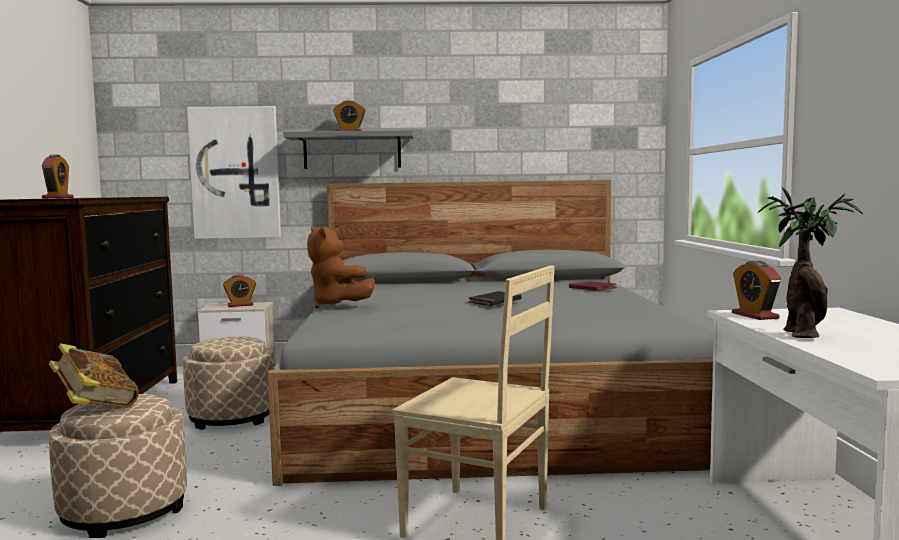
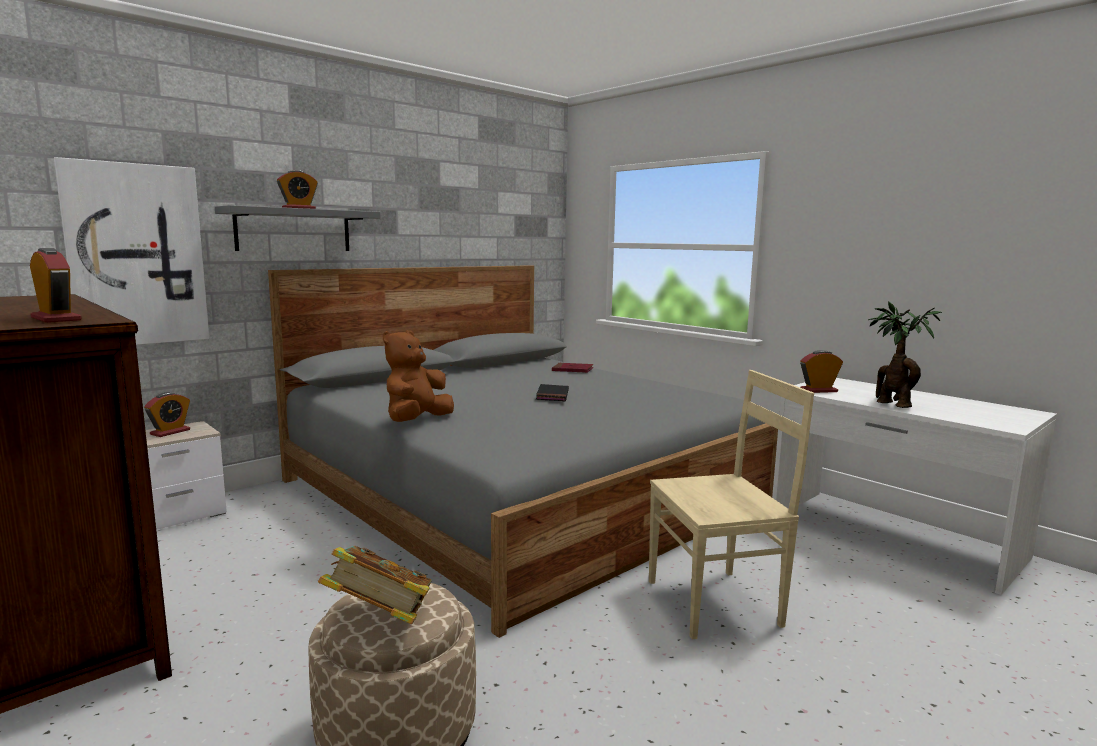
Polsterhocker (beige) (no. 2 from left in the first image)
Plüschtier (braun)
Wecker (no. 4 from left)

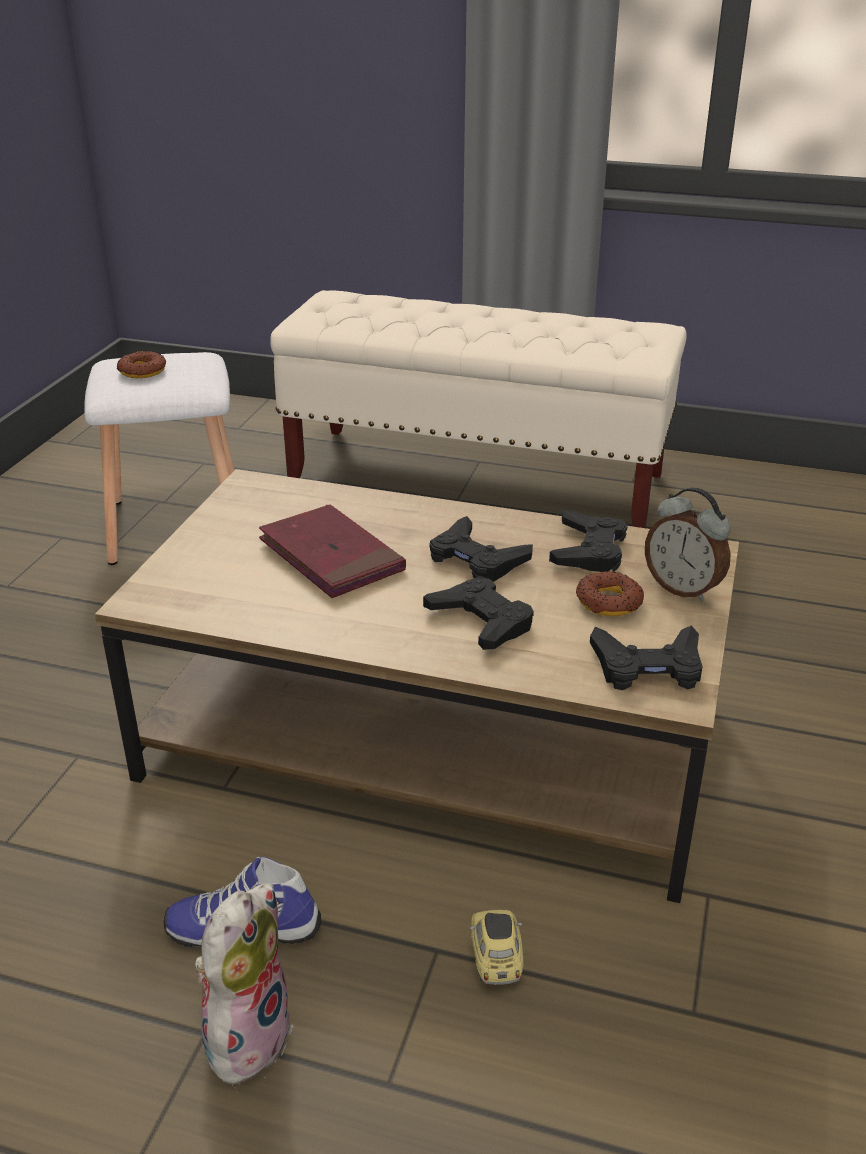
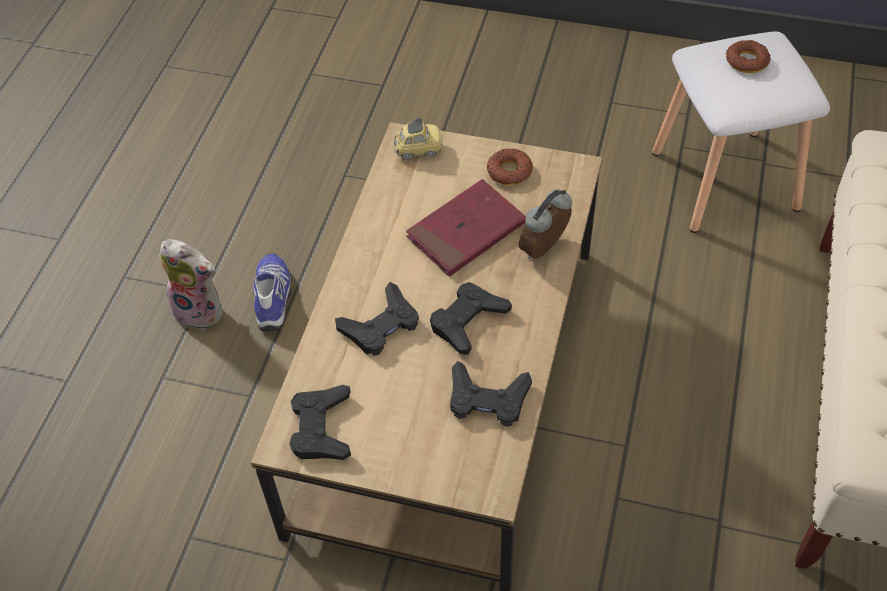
Spielzeugauto
Donut (no. 1 from left)
Wecker

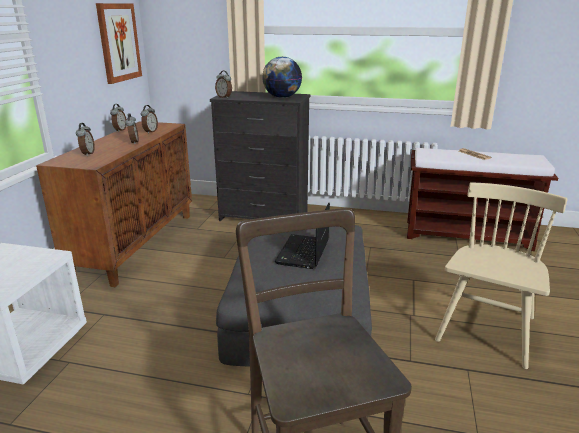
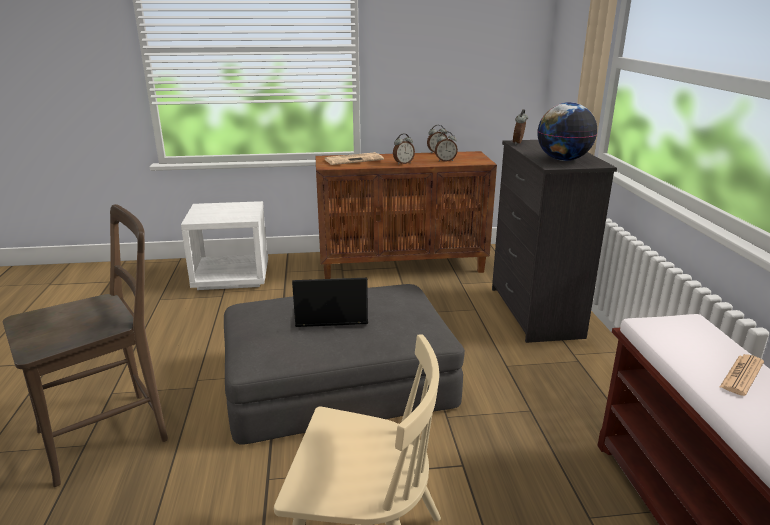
Bild
Zeitung (no. 1 from left)

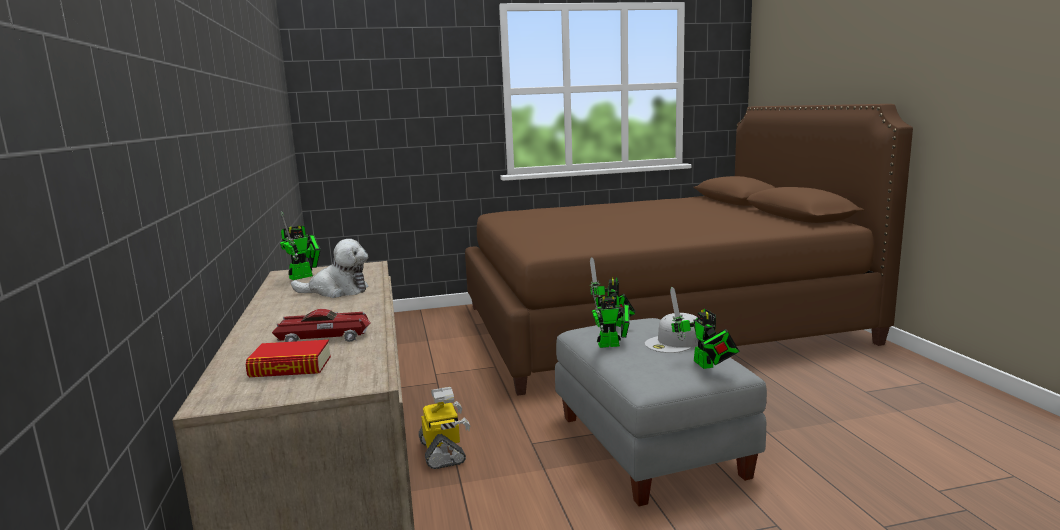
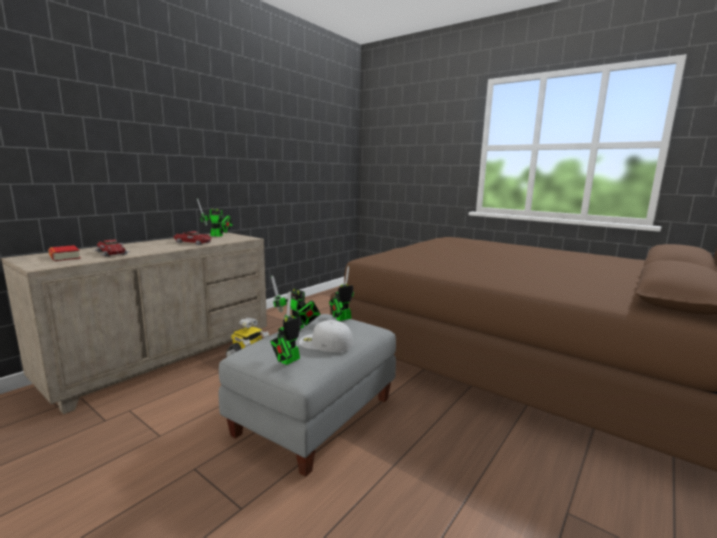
Spielzeugauto (no. 2 from left)

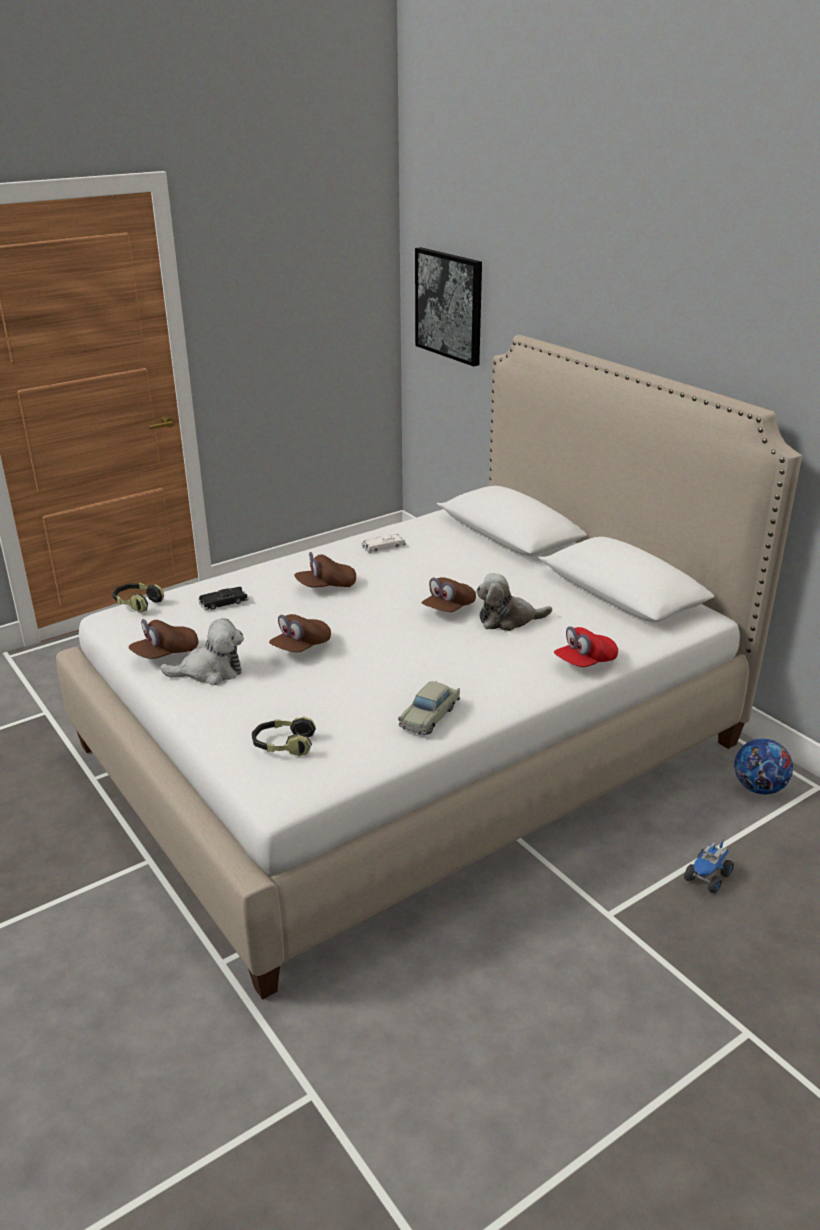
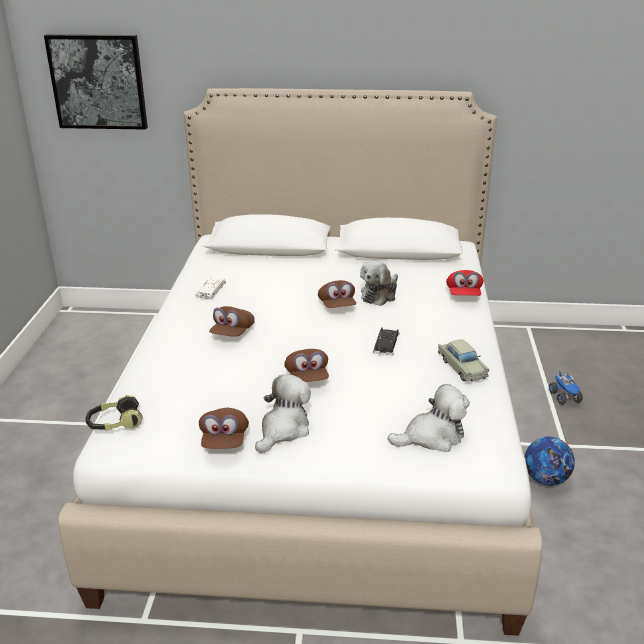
Spielzeugauto (schwarz)
Fußball
Plüschtier (no. 3 from left)

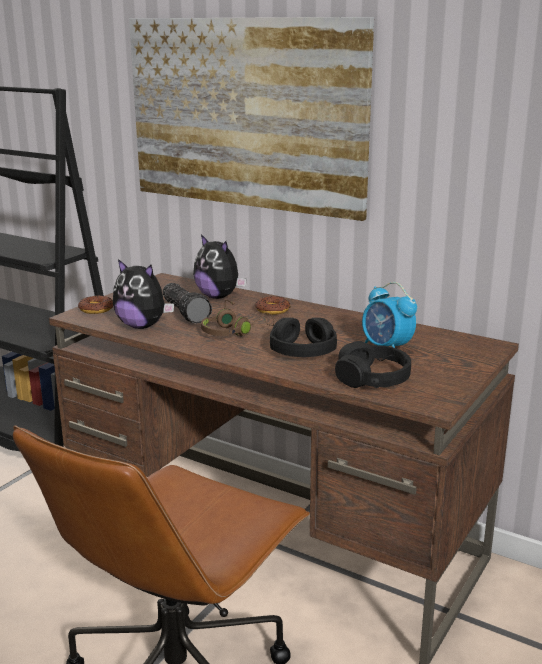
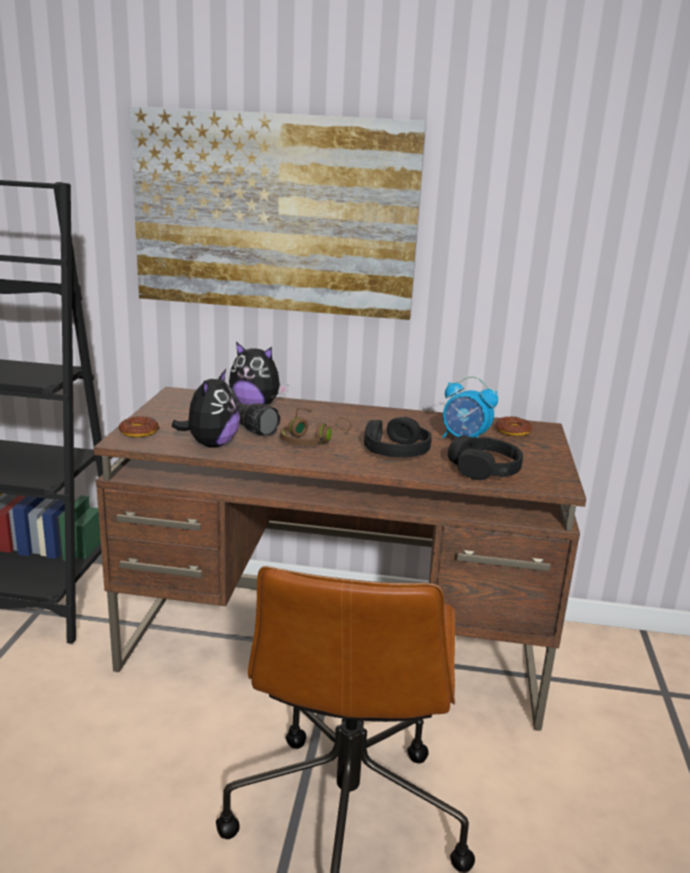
Donut (no. 2 from left)
Plüschtier (no. 1 from left)

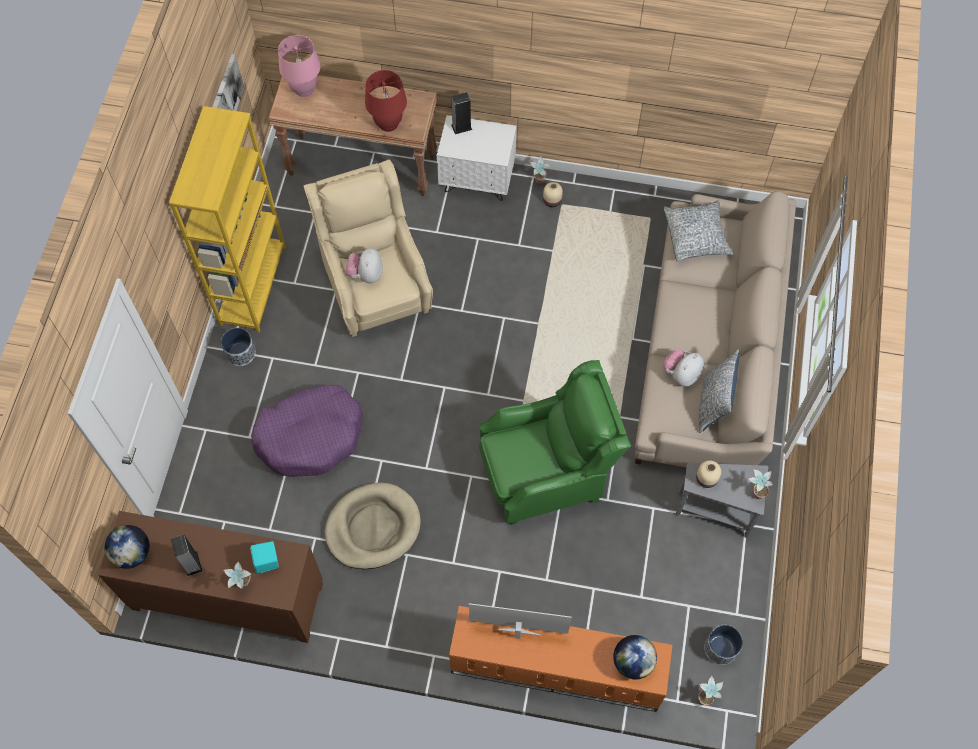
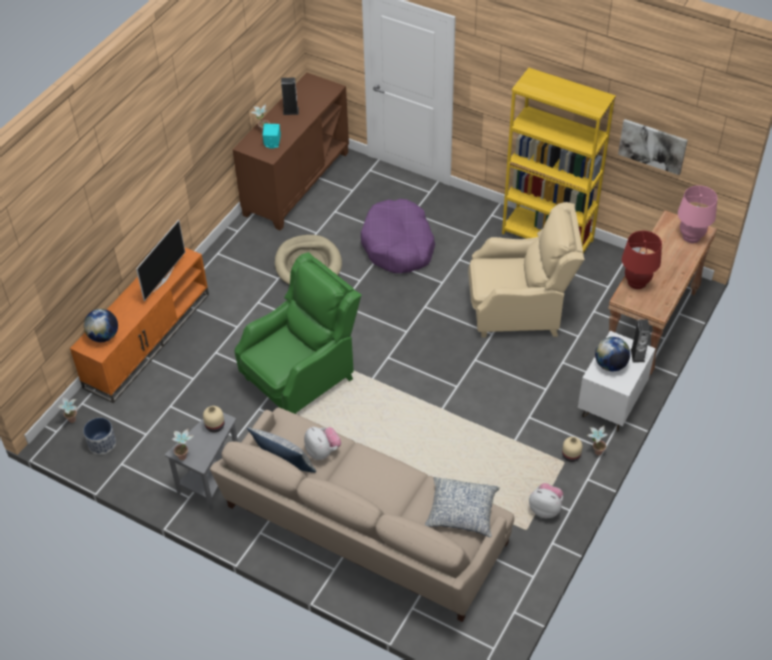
Pflanzkübel (no. 1 from left in the first image)
Globus (no. 2 from left)
Plüschtier (no. 2 from left)
Sessel (grün)

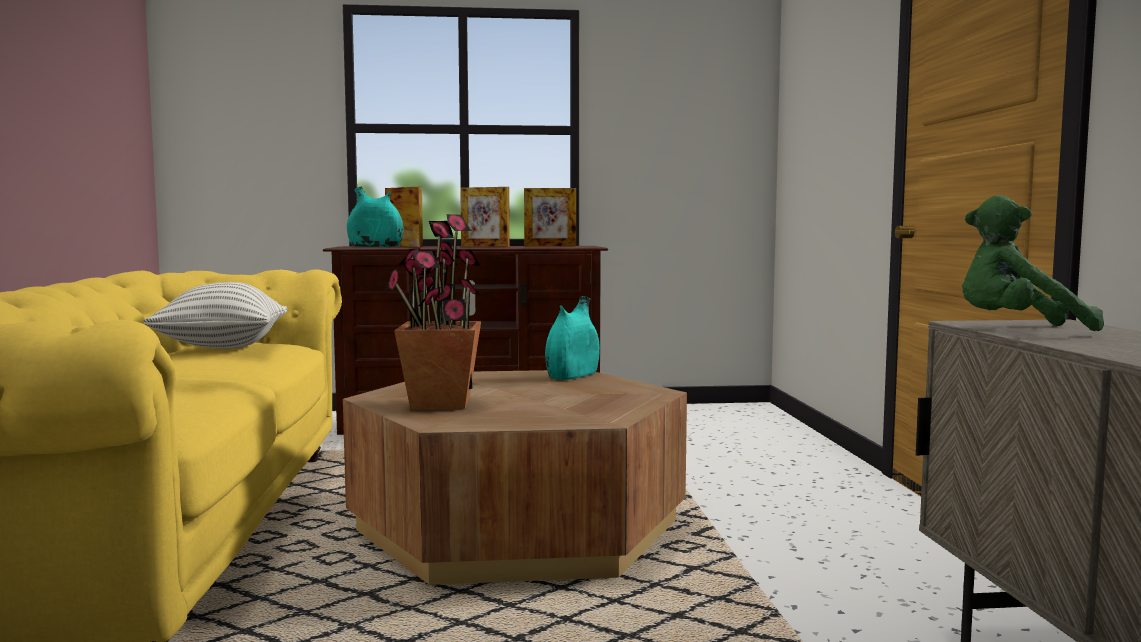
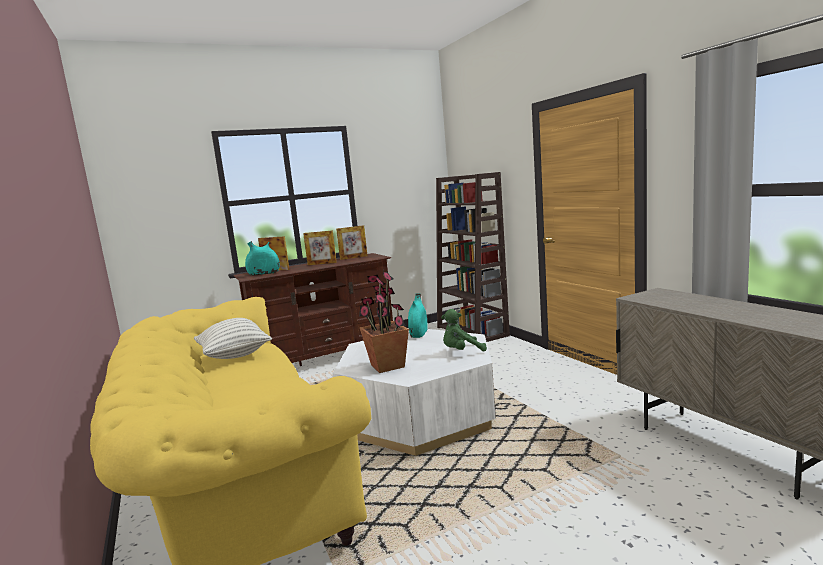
Bücherregal (braun)
Plüschtier (grün)
Couchtisch (weiß)

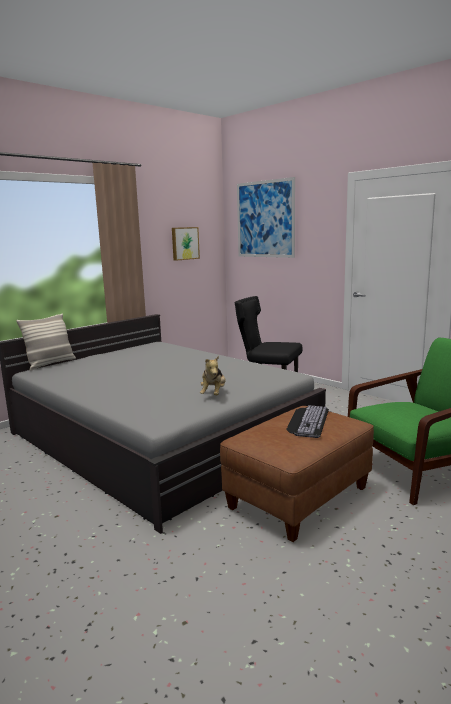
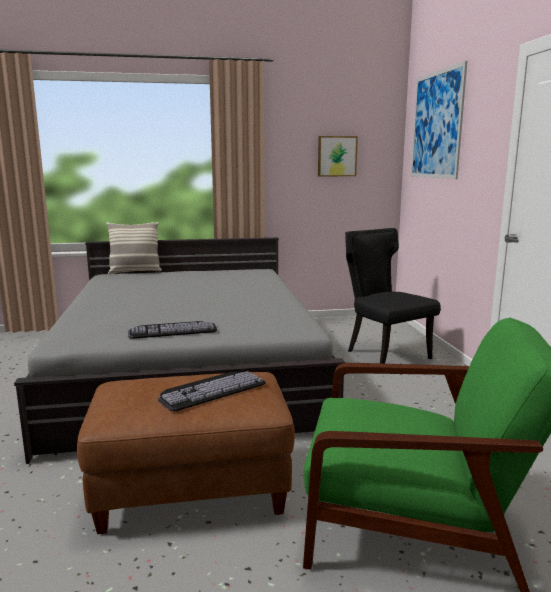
Tastatur (no. 1 from left)

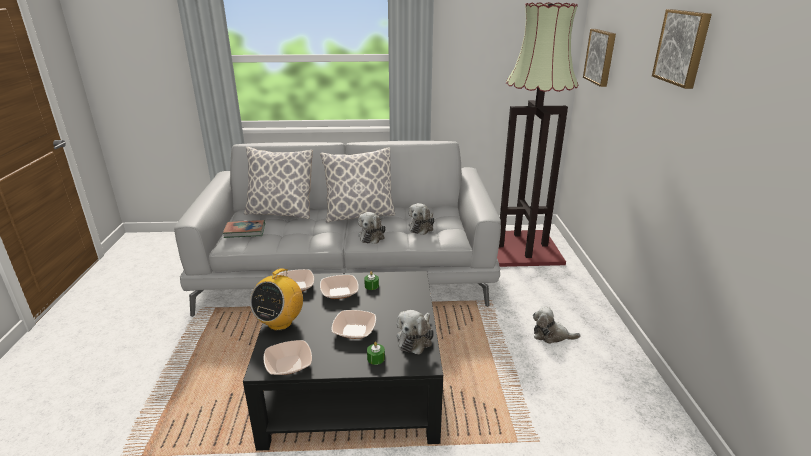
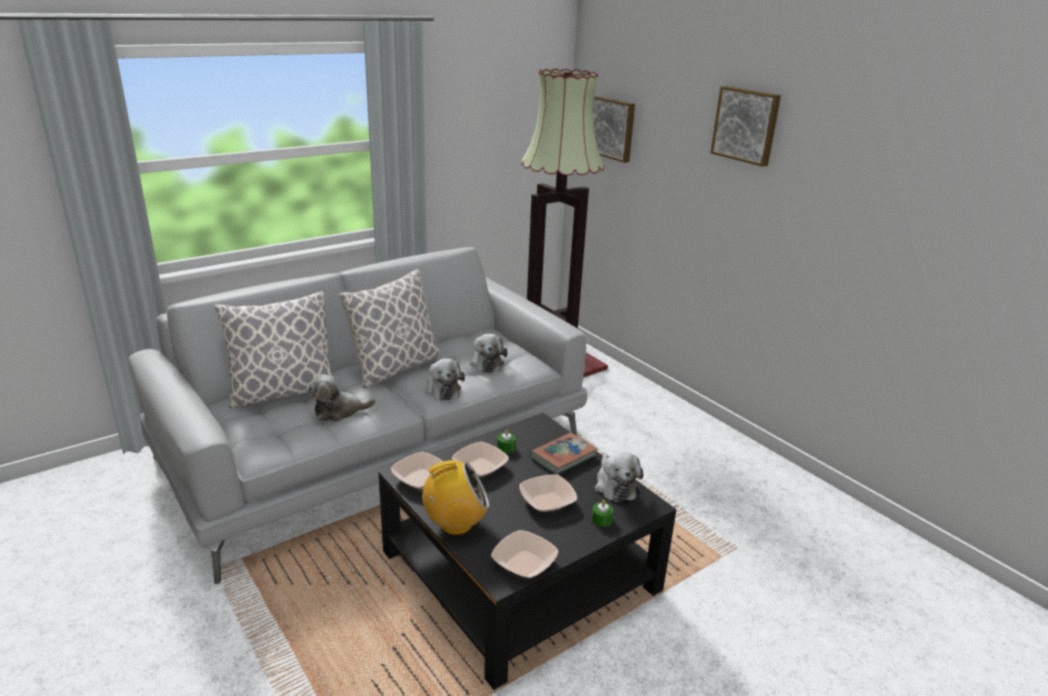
Buch
Plüschtier (no. 1 from left)
Radio

